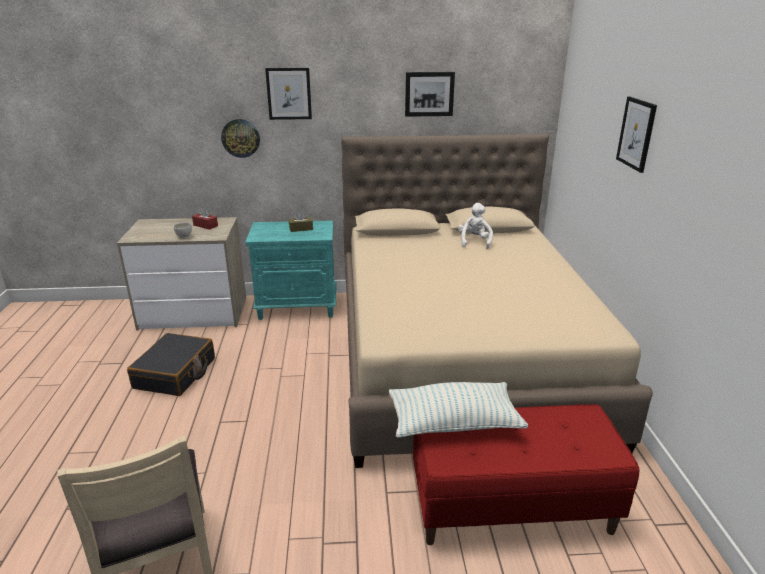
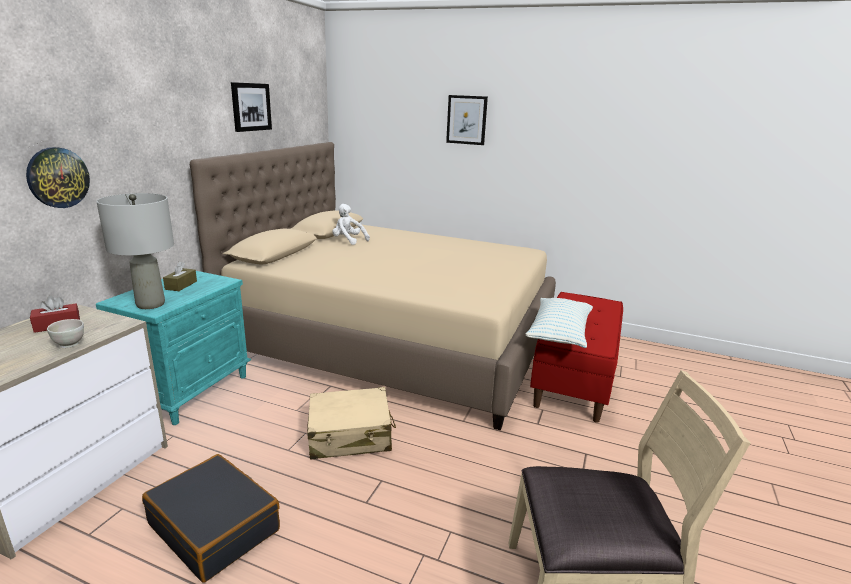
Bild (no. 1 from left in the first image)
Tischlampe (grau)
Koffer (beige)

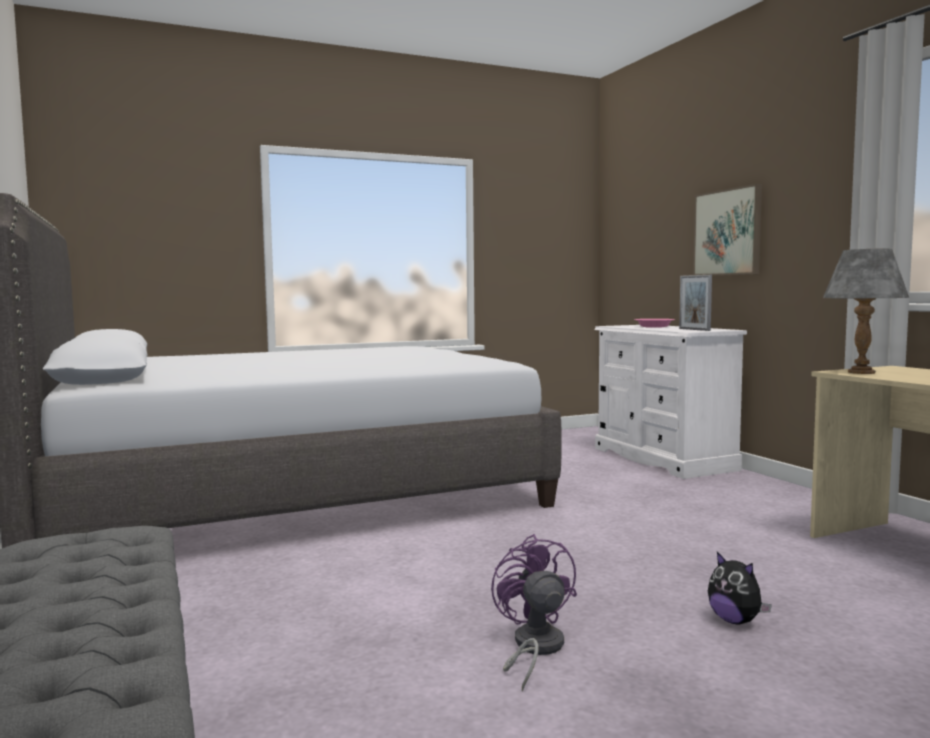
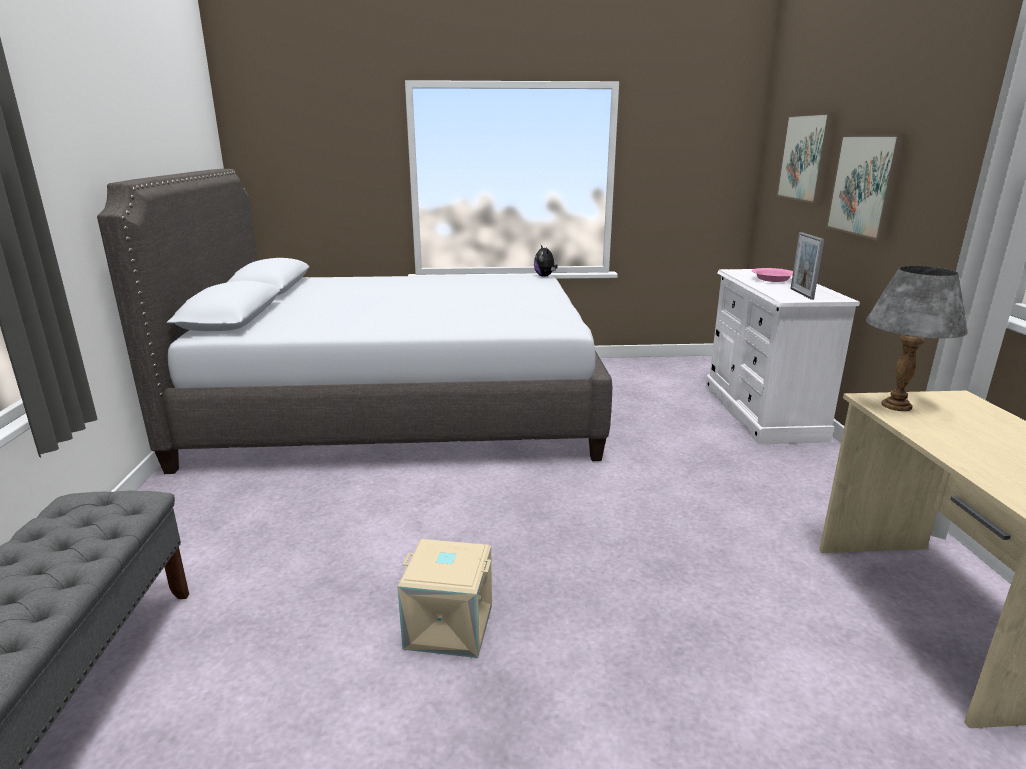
Bild (no. 1 from left)
Plüschtier
Aufbewahrungsbox (beige)

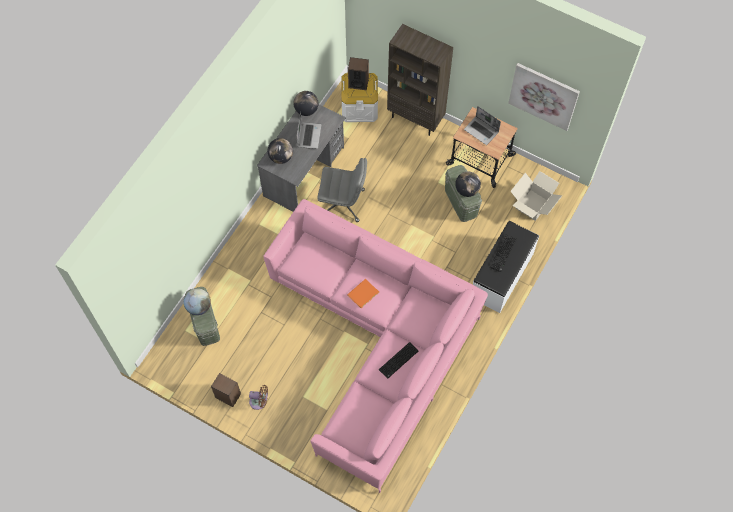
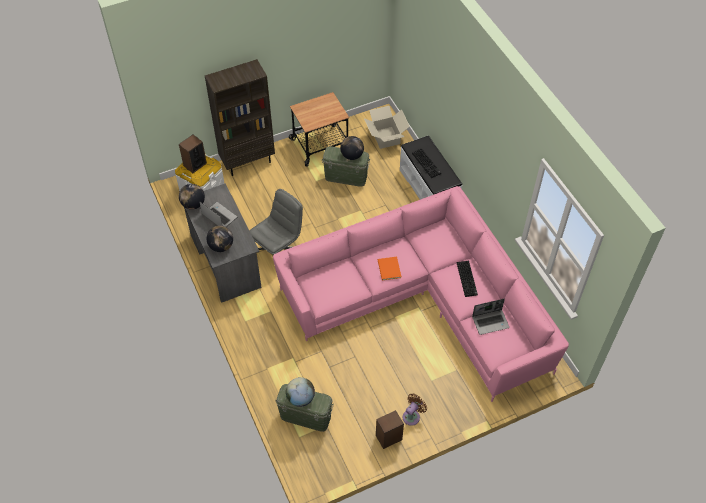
Bild
Laptop (no. 2 from left)

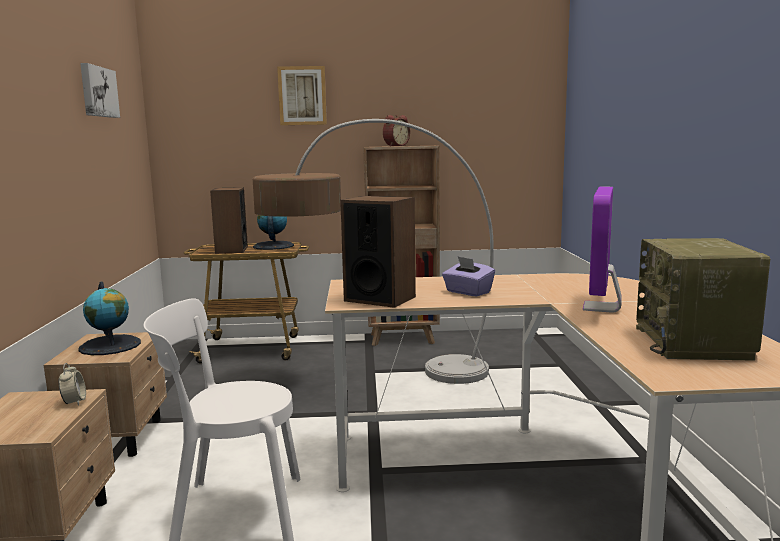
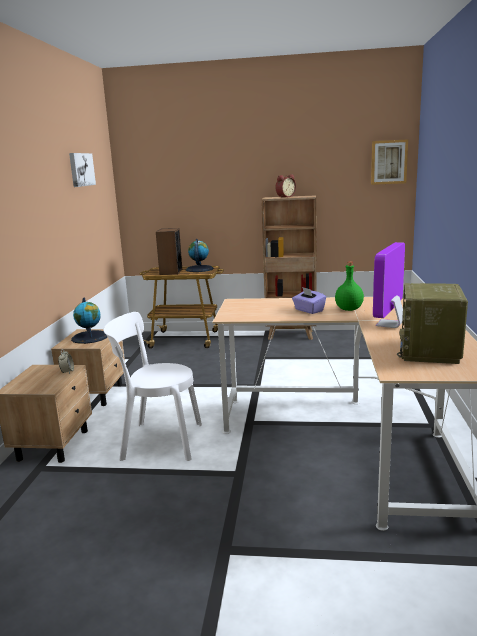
Stehlampe
Lautsprecher (no. 2 from left in the first image)
Flasche (grün)
Bild (no. 2 from left)

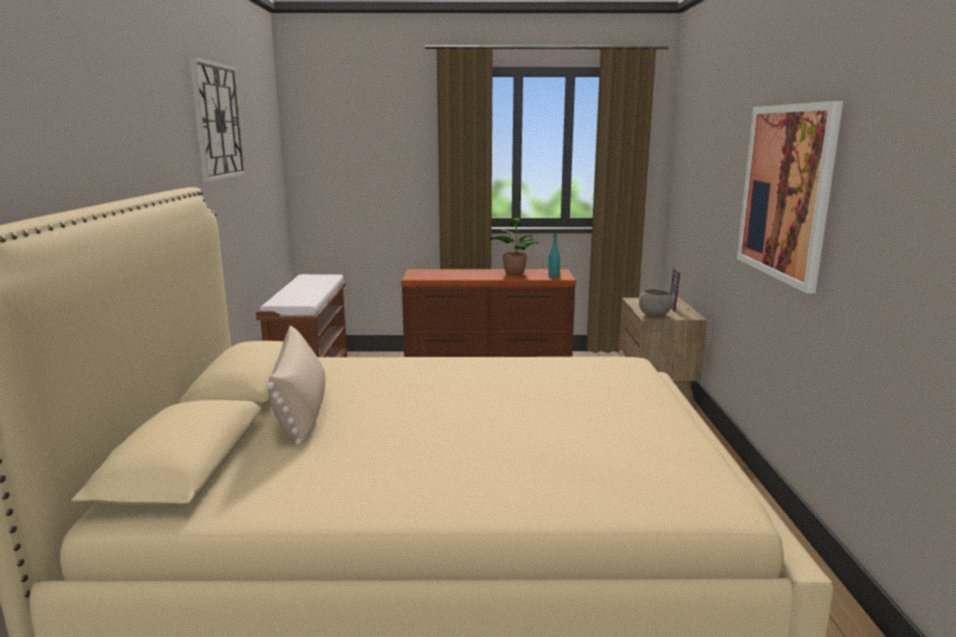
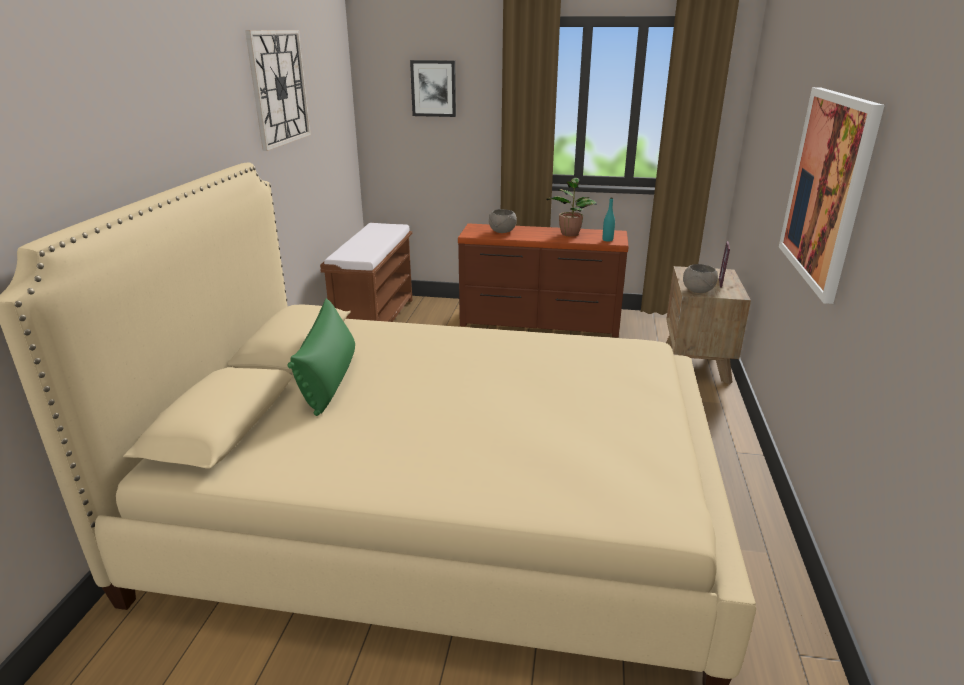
Bild (no. 1 from left)
Schüssel (grau) (no. 1 from left)
Kissen (grün)

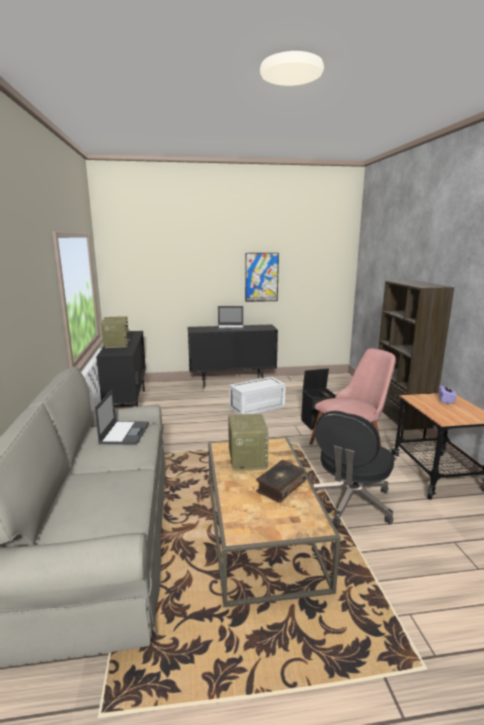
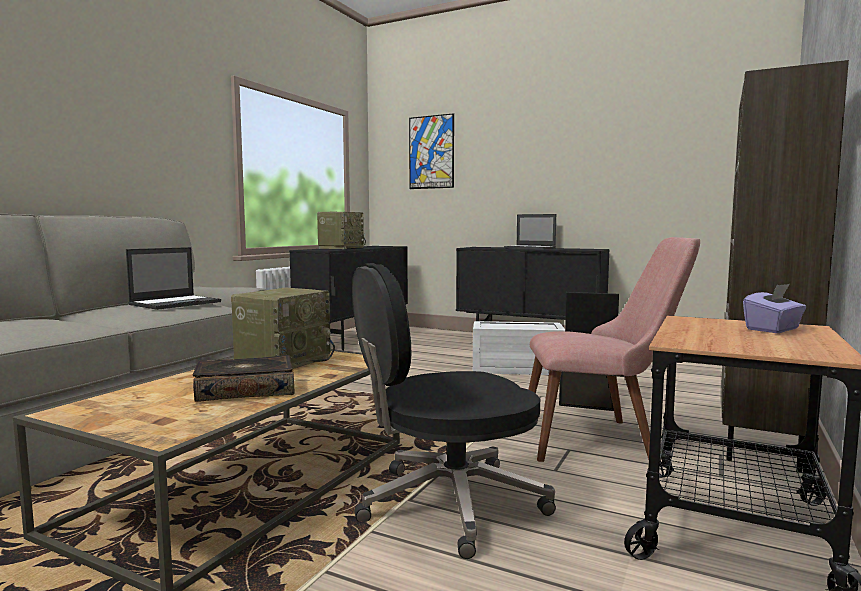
Bild

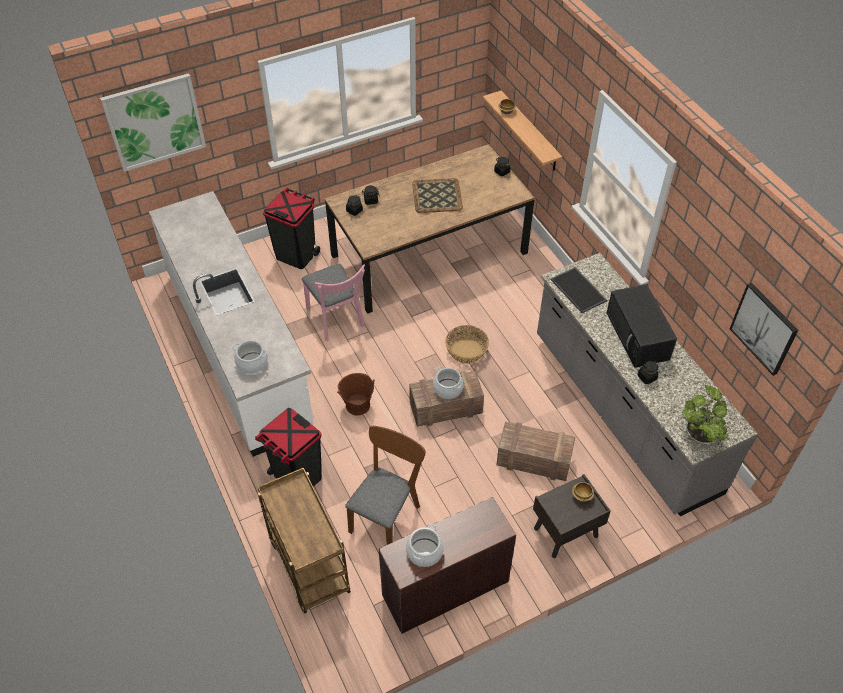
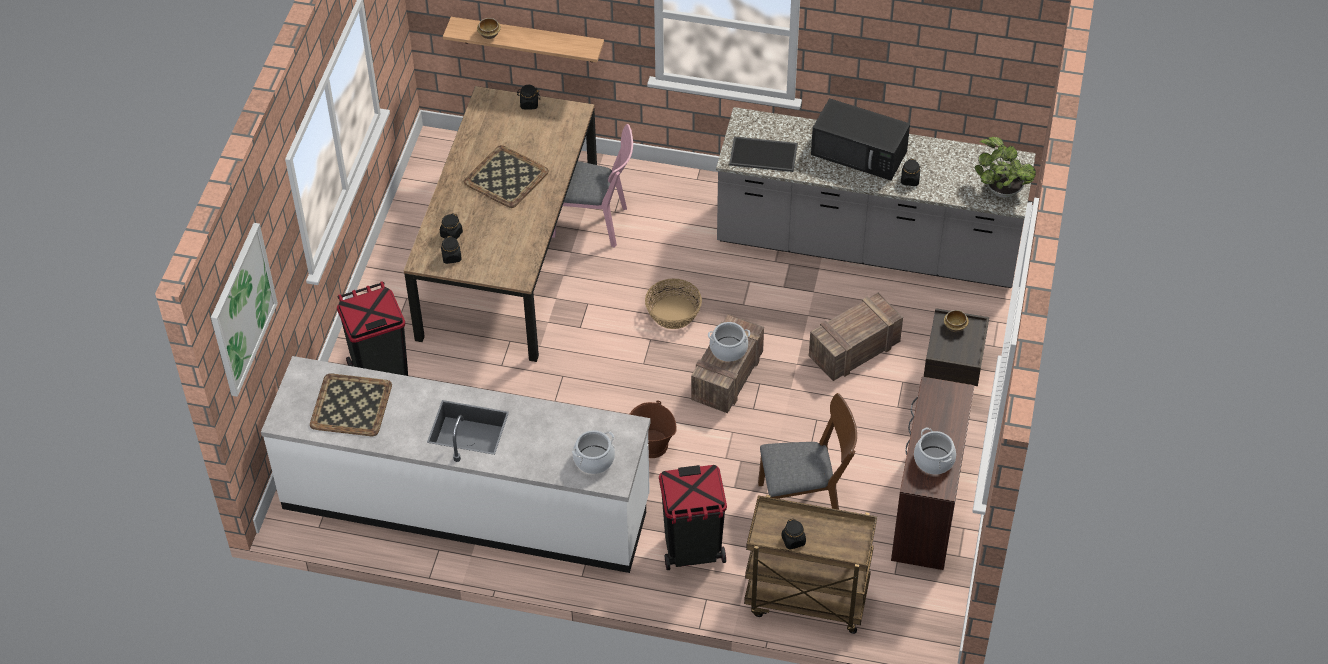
Bild (no. 2 from left in the first image)
Tablett (no. 1 from left)
Vorratsglas (schwarz) (no. 4 from left)
Stuhl (rosa)
Stuhl (braun)

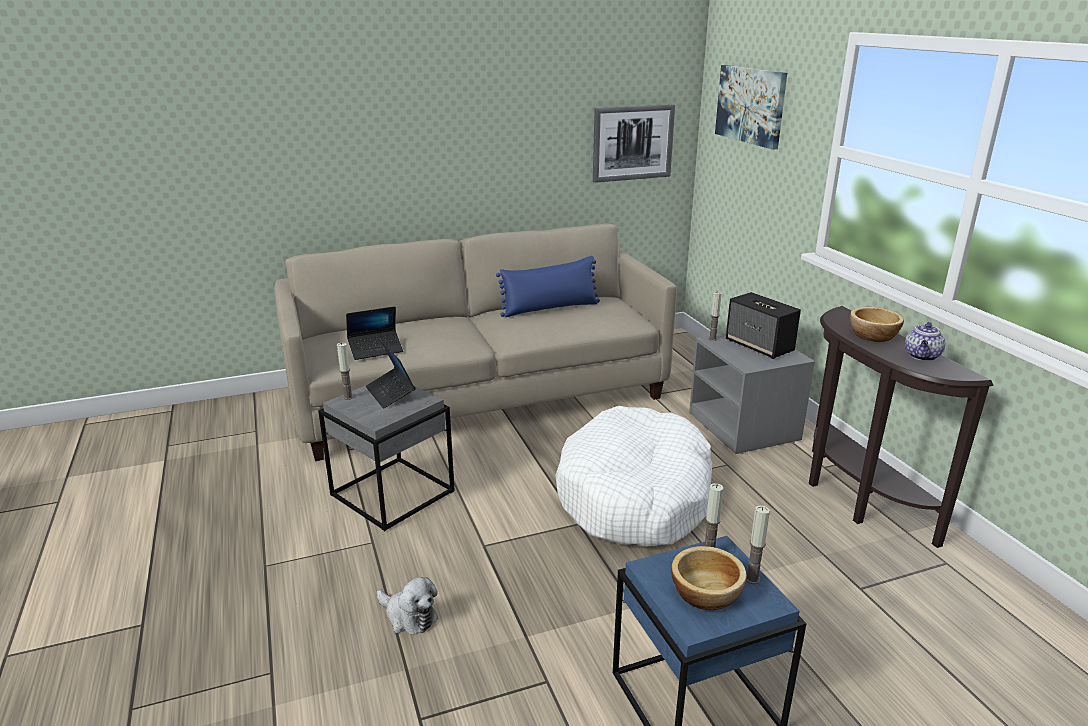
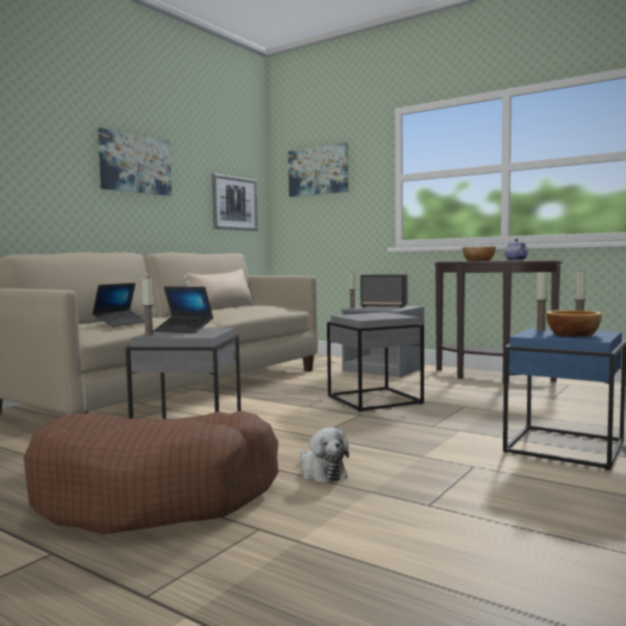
Hundebett (braun)
Bild (no. 1 from left)
Beistelltisch (grau) (no. 2 from left)
Kissen (beige)
Plüschtier

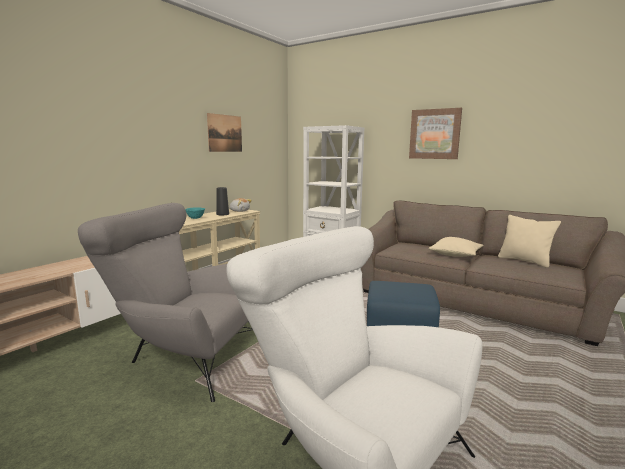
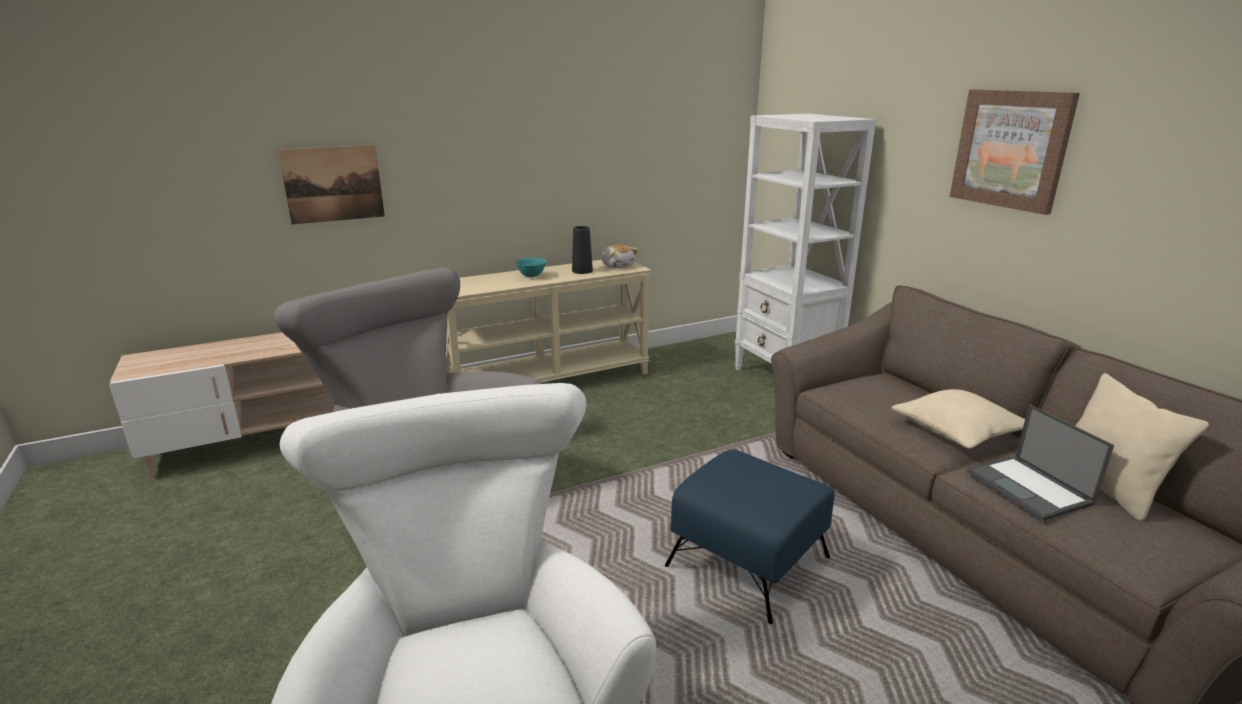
Laptop
Bild (no. 1 from left)

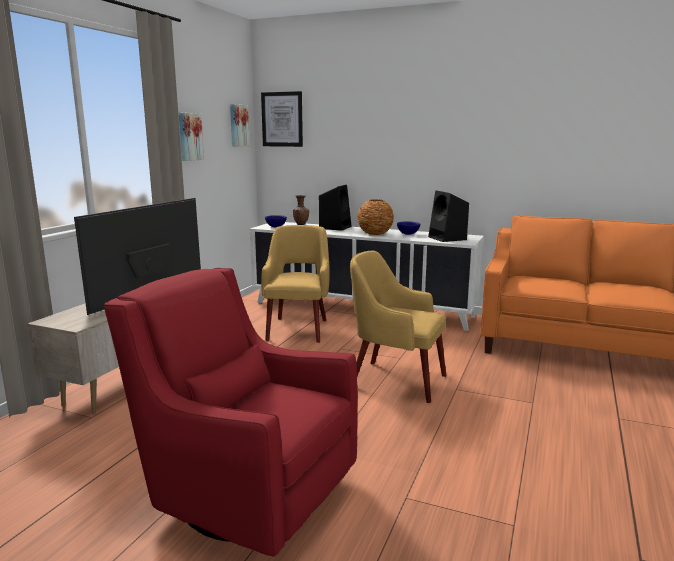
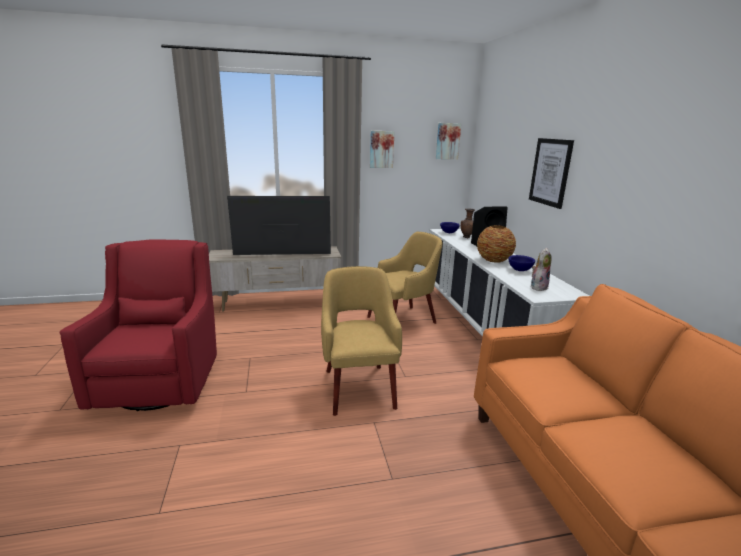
Bild (no. 3 from left)
Plüschtier

